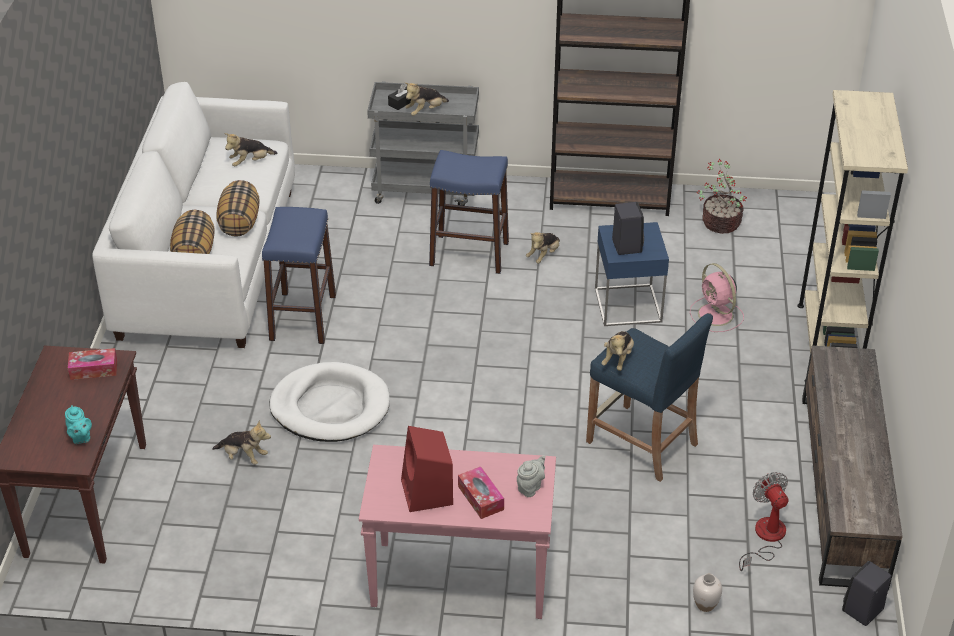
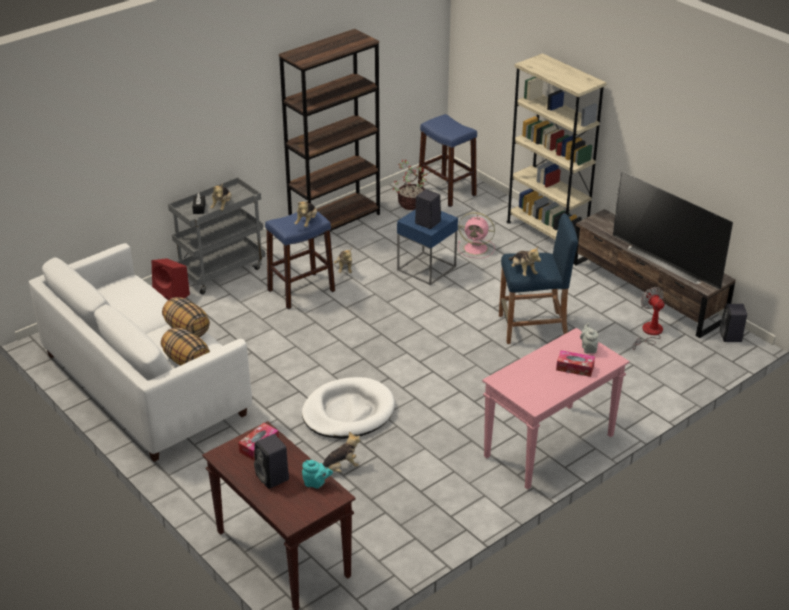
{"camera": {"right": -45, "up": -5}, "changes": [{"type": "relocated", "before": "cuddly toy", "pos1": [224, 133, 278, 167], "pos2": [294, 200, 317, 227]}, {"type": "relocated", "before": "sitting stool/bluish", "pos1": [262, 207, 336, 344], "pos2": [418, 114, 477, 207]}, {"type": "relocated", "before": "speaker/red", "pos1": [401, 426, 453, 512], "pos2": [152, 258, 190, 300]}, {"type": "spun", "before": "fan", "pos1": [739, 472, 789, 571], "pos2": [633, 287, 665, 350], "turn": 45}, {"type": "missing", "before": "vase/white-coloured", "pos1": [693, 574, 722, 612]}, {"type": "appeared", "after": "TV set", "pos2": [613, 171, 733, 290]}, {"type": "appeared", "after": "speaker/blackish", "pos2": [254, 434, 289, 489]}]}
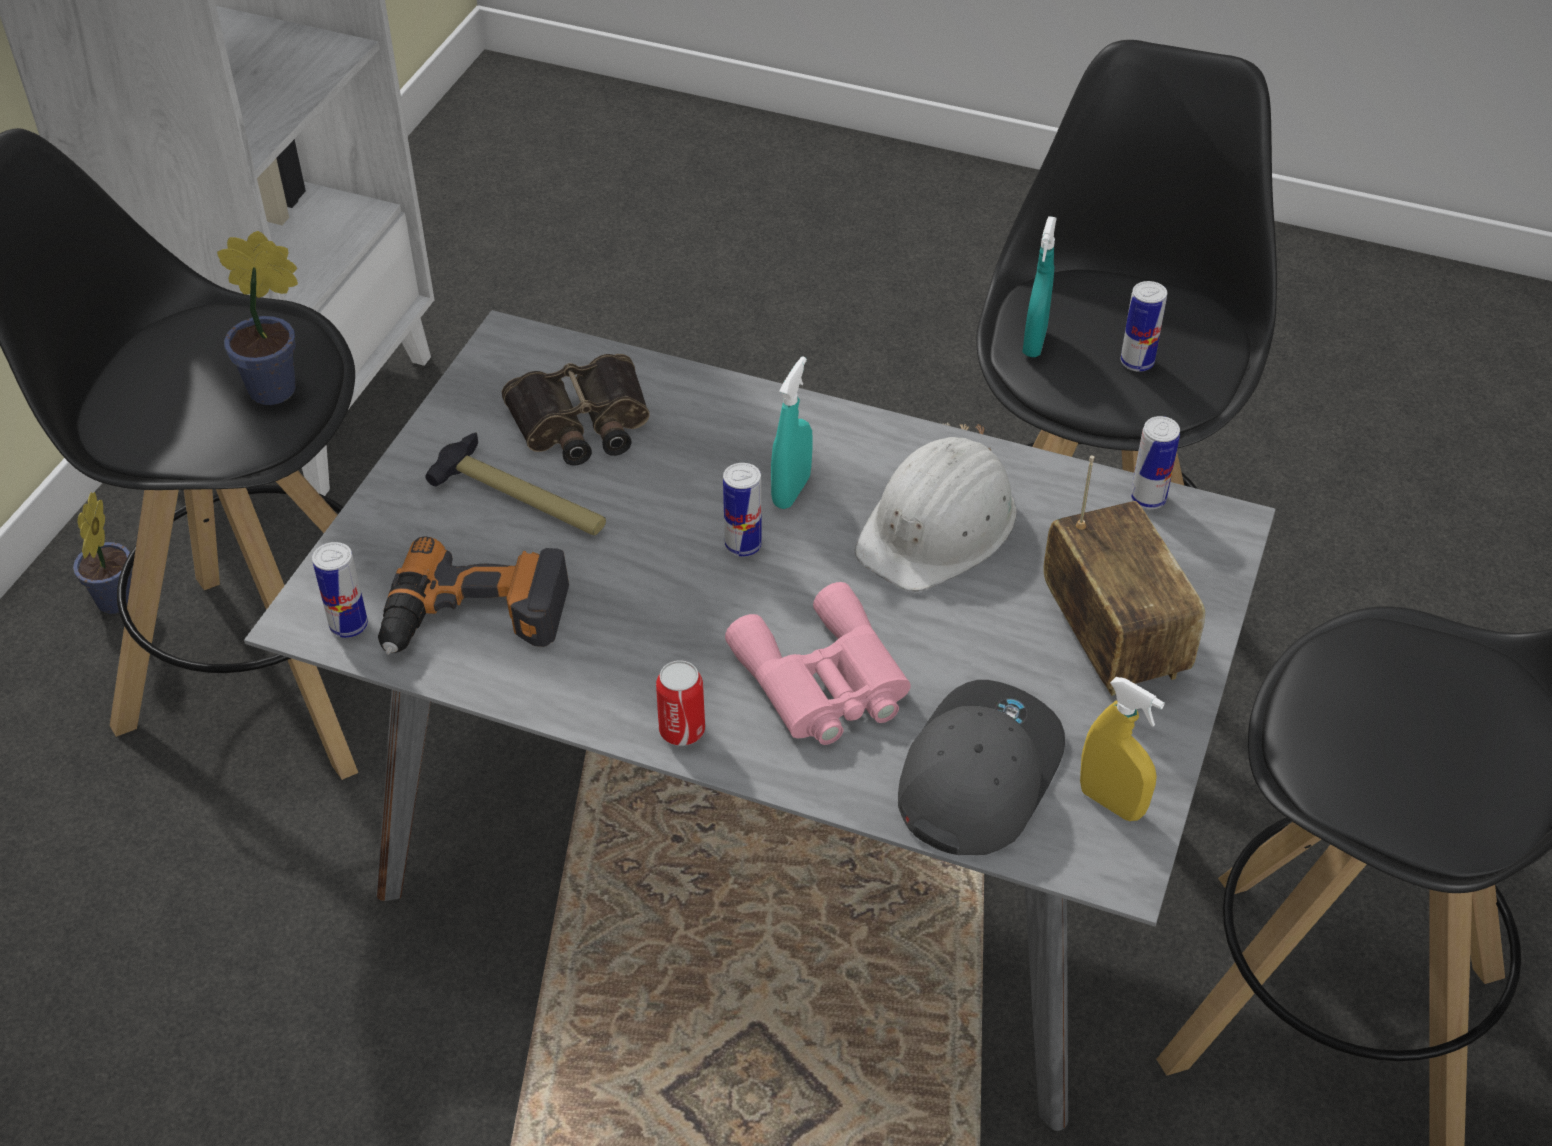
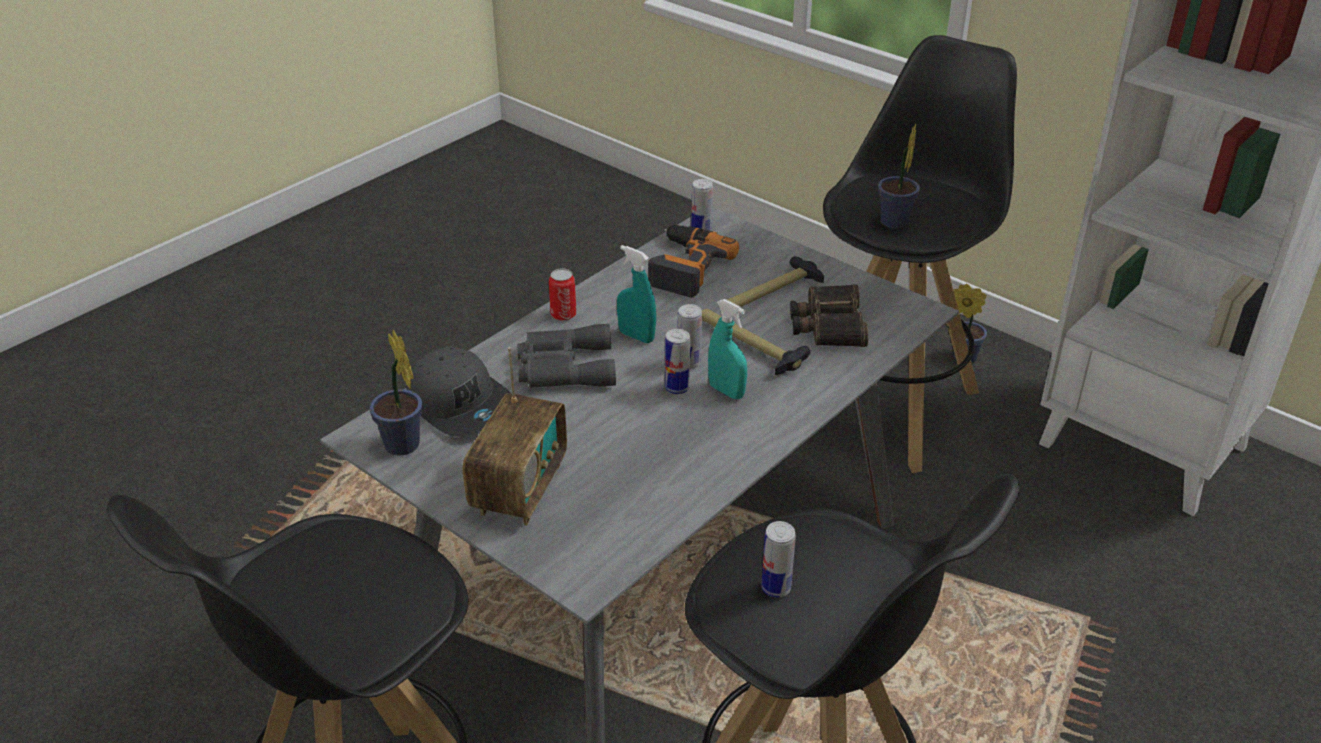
{"camera": {"right": 110, "up": -10}, "changes": [{"type": "relocated", "before": "sprayer/turquoise", "pos1": [1023, 216, 1057, 357], "pos2": [617, 245, 656, 343]}, {"type": "relocated", "before": "sealed can", "pos1": [1130, 416, 1180, 509], "pos2": [665, 329, 690, 394]}, {"type": "missing", "before": "hard hat/white-coloured", "pos1": [854, 437, 1017, 591]}, {"type": "spun", "before": "radio receiver", "pos1": [1043, 456, 1205, 696], "pos2": [463, 347, 567, 526], "turn": -75}, {"type": "colour", "before": "binoculars/pink-coloured", "after": "binoculars/greyish", "pos1": [725, 582, 911, 745], "pos2": [517, 324, 616, 388]}, {"type": "exchanged", "before": "sprayer/yellow-coloured", "after": "potted plant", "pos1": [1080, 677, 1165, 821], "pos2": [370, 330, 423, 455]}, {"type": "appeared", "after": "hammer", "pos2": [702, 308, 810, 375]}]}
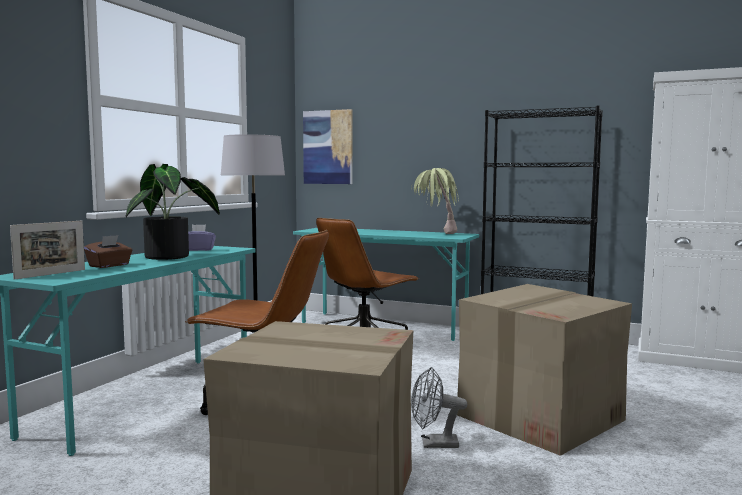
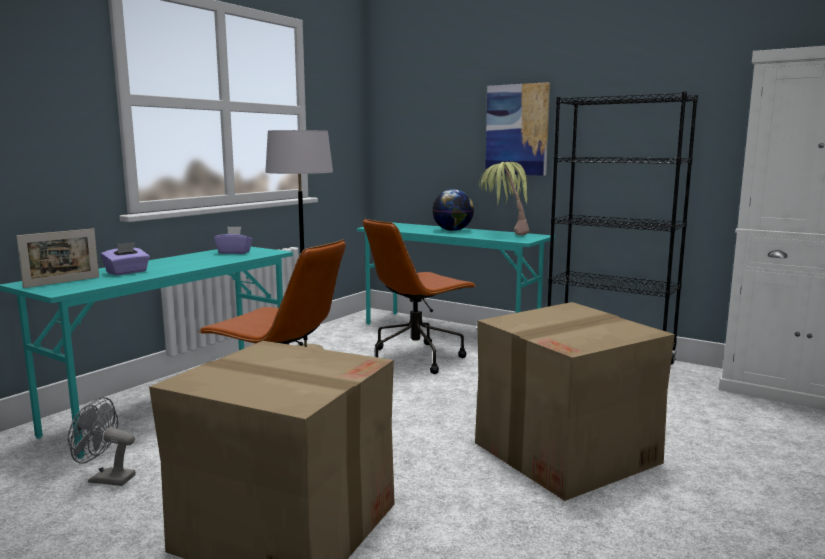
{"camera": {"right": 10, "up": 5}, "changes": [{"type": "relocated", "before": "wall picture", "pos1": [303, 109, 353, 184], "pos2": [485, 82, 550, 176]}, {"type": "missing", "before": "potted plant", "pos1": [126, 164, 220, 260]}, {"type": "colour", "before": "tissue box/brownish", "after": "tissue box/purplish", "pos1": [84, 235, 133, 268], "pos2": [101, 242, 150, 275]}, {"type": "relocated", "before": "fan/greyish", "pos1": [411, 367, 467, 448], "pos2": [68, 397, 136, 486]}, {"type": "appeared", "after": "world globe", "pos2": [432, 189, 474, 231]}]}
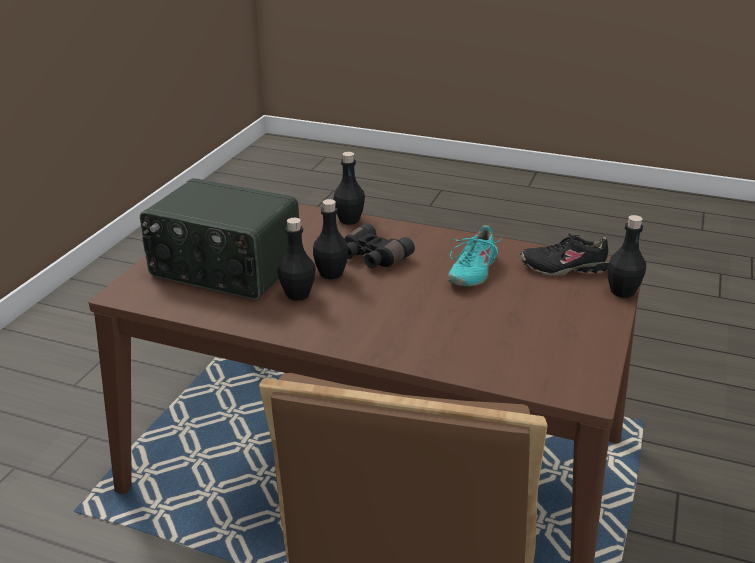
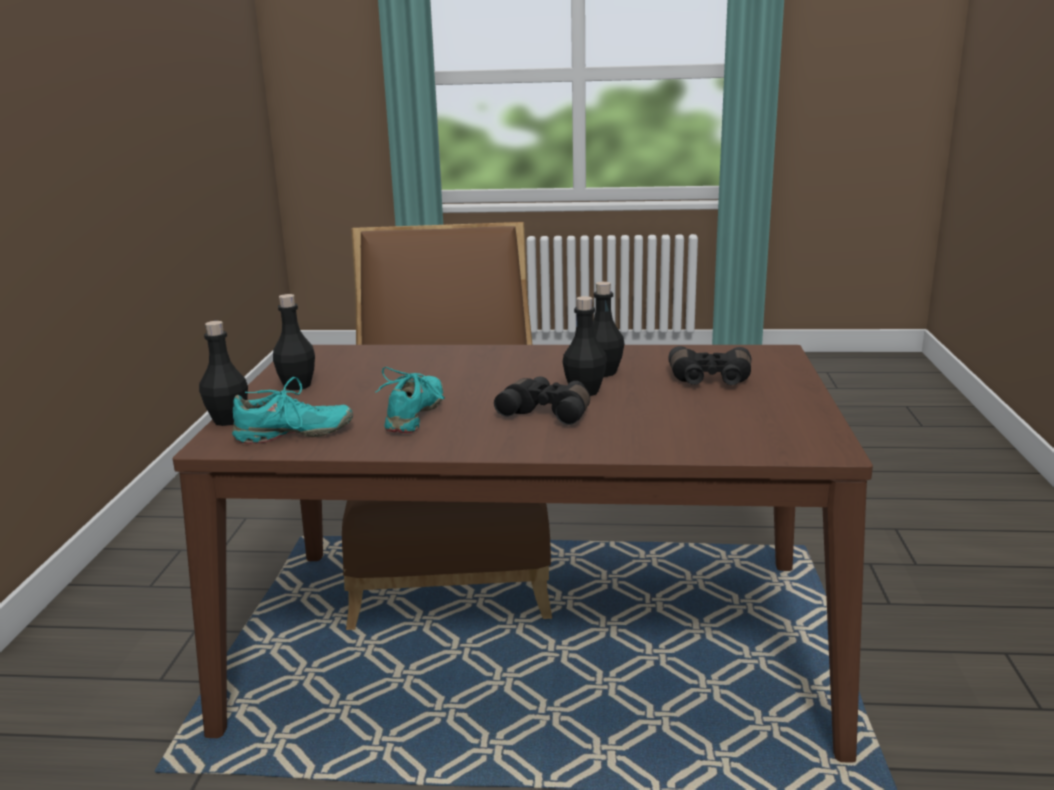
{"camera": {"right": 165, "up": -10}, "changes": [{"type": "relocated", "before": "bottle/blackish", "pos1": [333, 152, 365, 225], "pos2": [273, 294, 315, 390]}, {"type": "exchanged", "before": "radio receiver", "after": "binoculars/blackish", "pos1": [140, 178, 299, 300], "pos2": [669, 346, 751, 385]}, {"type": "colour", "before": "low shoe/blackish", "after": "low shoe/turquoise", "pos1": [520, 233, 609, 276], "pos2": [232, 377, 353, 444]}]}
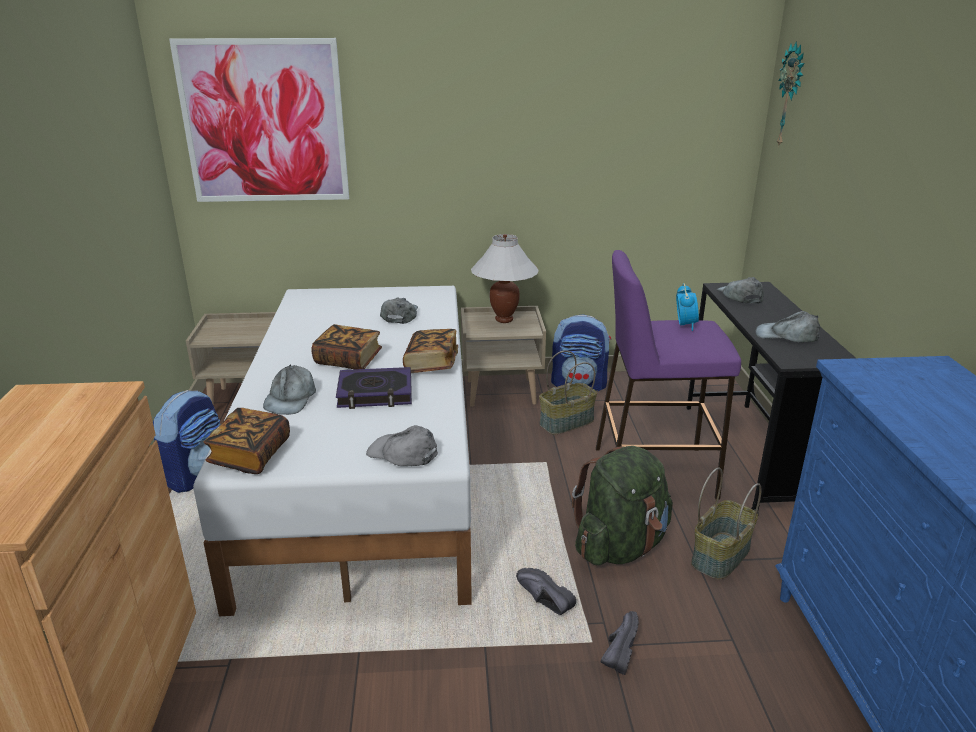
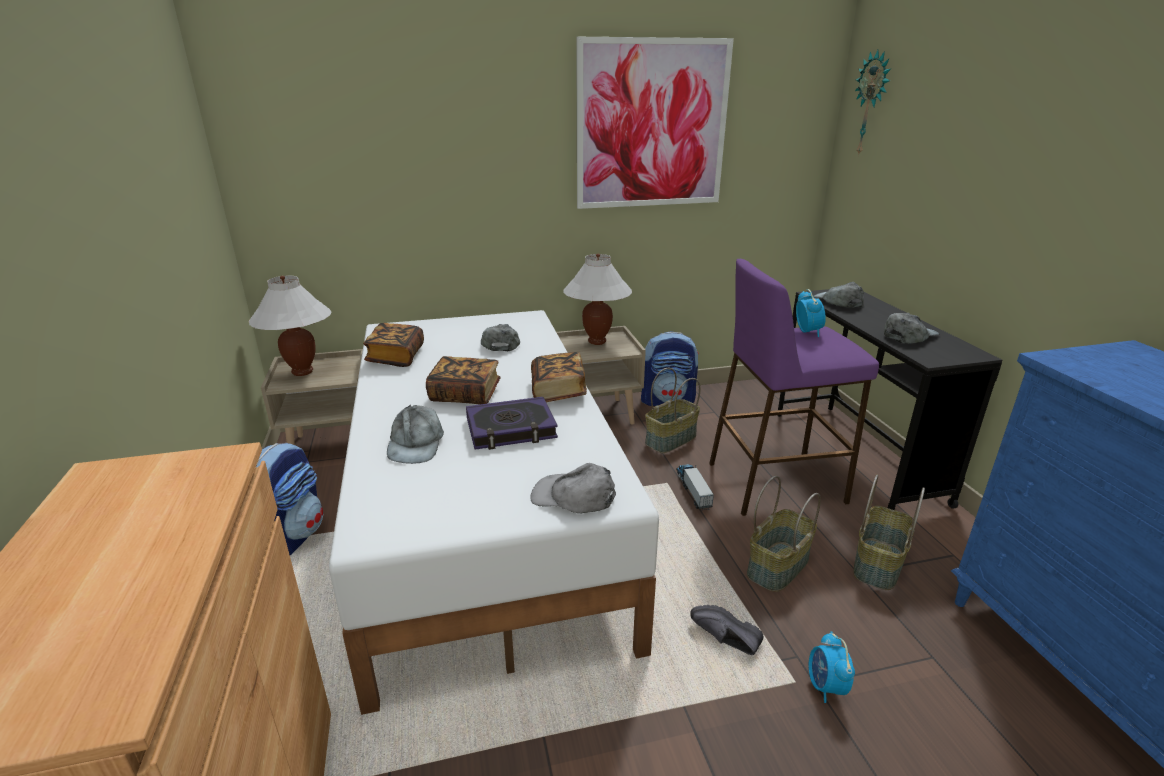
{"camera": {"right": -10, "up": 0}, "changes": [{"type": "relocated", "before": "wall picture", "pos1": [169, 38, 349, 202], "pos2": [576, 37, 734, 209]}, {"type": "spun", "before": "peaked cap/greyish", "pos1": [755, 311, 820, 343], "pos2": [884, 313, 939, 344], "turn": 135}, {"type": "relocated", "before": "volume", "pos1": [204, 408, 290, 474], "pos2": [363, 323, 424, 367]}, {"type": "exchanged", "before": "backpack/green", "after": "basket", "pos1": [572, 446, 673, 566], "pos2": [747, 476, 821, 592]}, {"type": "exchanged", "before": "low shoe/blackish", "after": "alarm clock", "pos1": [601, 611, 639, 675], "pos2": [809, 631, 855, 703]}, {"type": "appeared", "after": "lamp for a table/white-coloured", "pos2": [248, 276, 331, 376]}, {"type": "appeared", "after": "model truck", "pos2": [676, 464, 714, 510]}]}
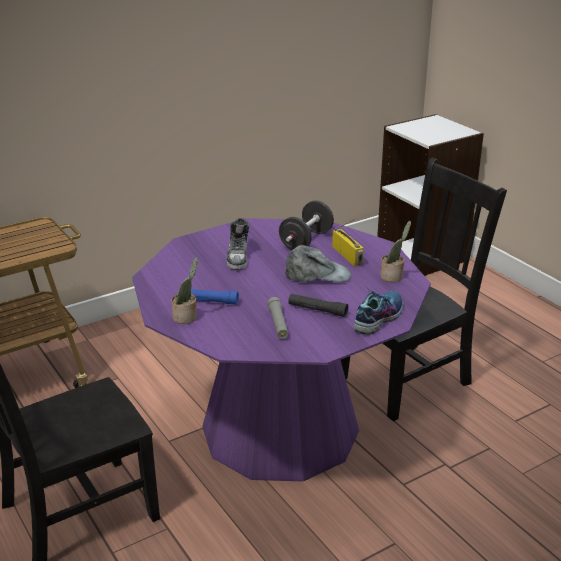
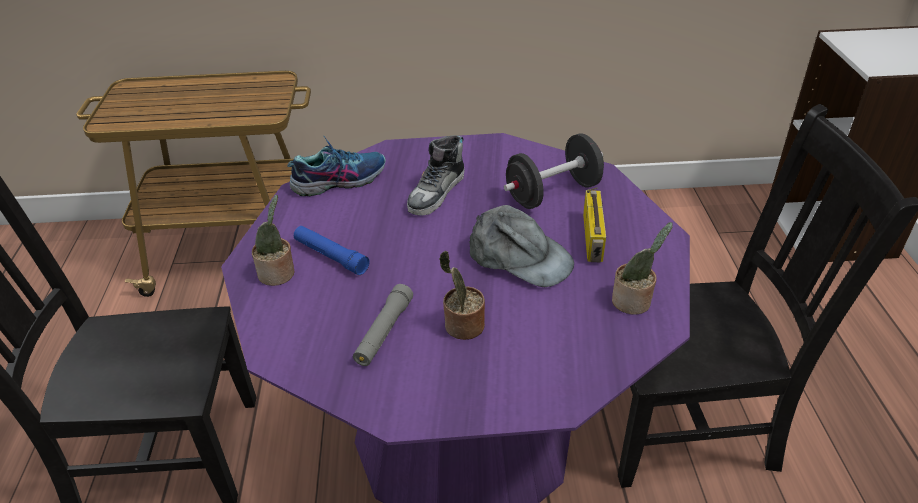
{"camera": {"right": 30, "up": 10}, "changes": [{"type": "relocated", "before": "low shoe", "pos1": [354, 288, 403, 335], "pos2": [287, 135, 386, 196]}, {"type": "exchanged", "before": "hand torch/blackish", "after": "potted plant", "pos1": [288, 294, 348, 317], "pos2": [439, 251, 485, 340]}]}
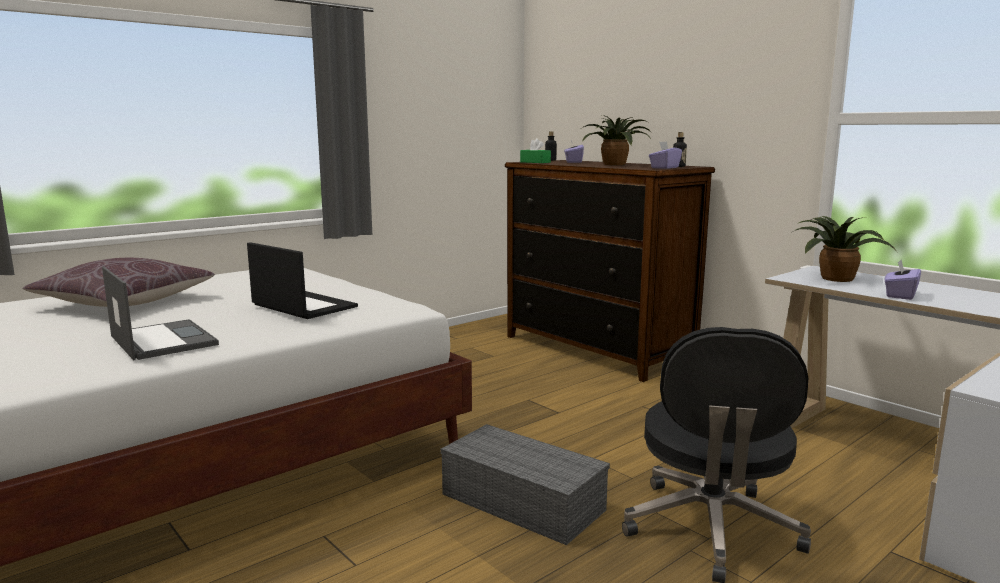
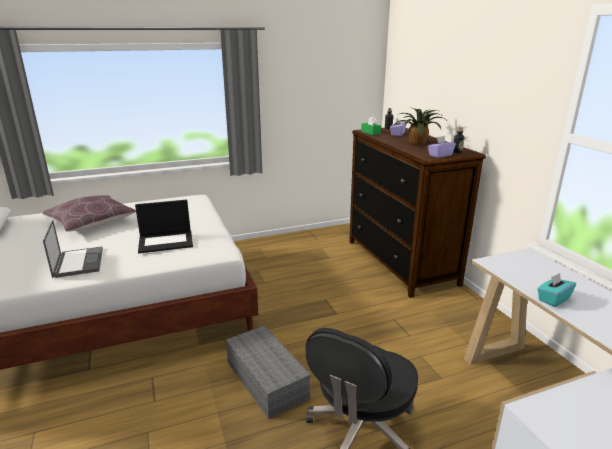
{"camera": {"right": 20, "up": 10}, "changes": [{"type": "missing", "before": "potted plant", "pos1": [791, 216, 897, 282]}, {"type": "spun", "before": "portable computer", "pos1": [247, 242, 358, 319], "pos2": [135, 200, 193, 253], "turn": 105}, {"type": "colour", "before": "tissue box/purplish", "after": "tissue box/turquoise", "pos1": [885, 259, 921, 300], "pos2": [537, 273, 576, 307]}]}
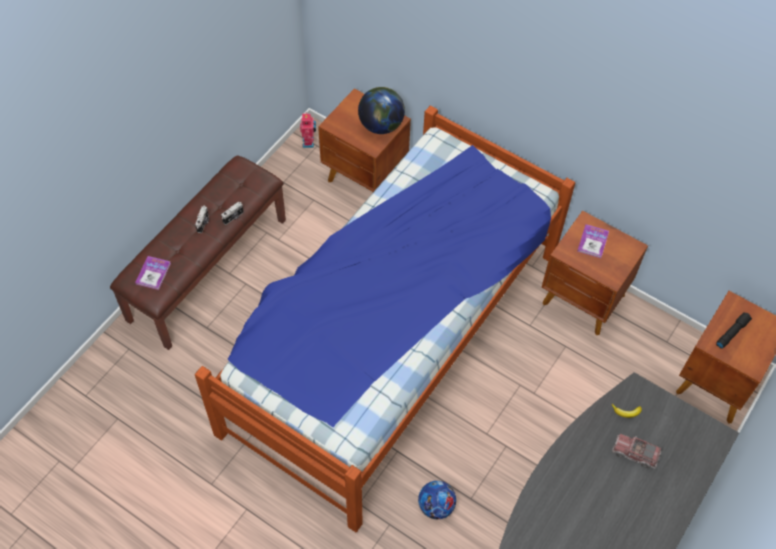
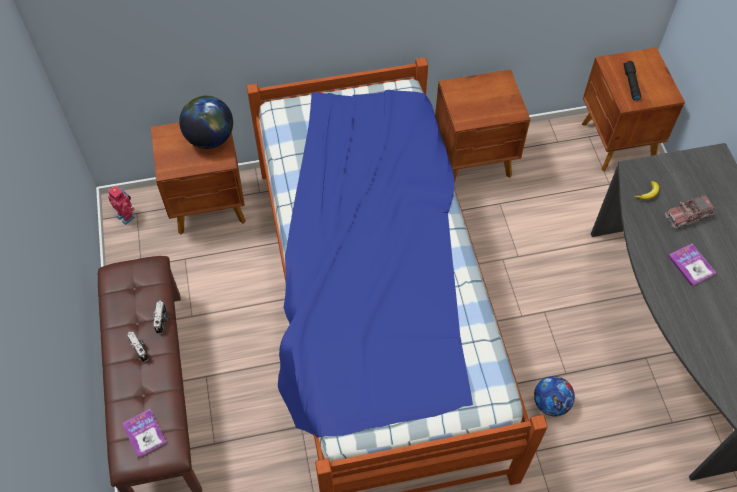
{"camera": {"right": -45, "up": 0}, "changes": [{"type": "relocated", "before": "volume", "pos1": [577, 224, 609, 258], "pos2": [668, 244, 716, 286]}]}
